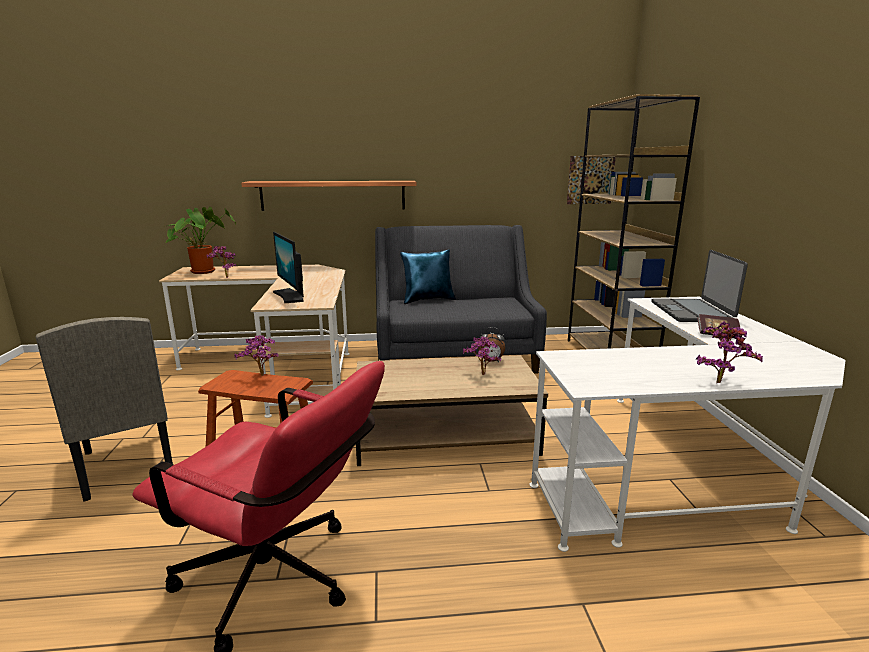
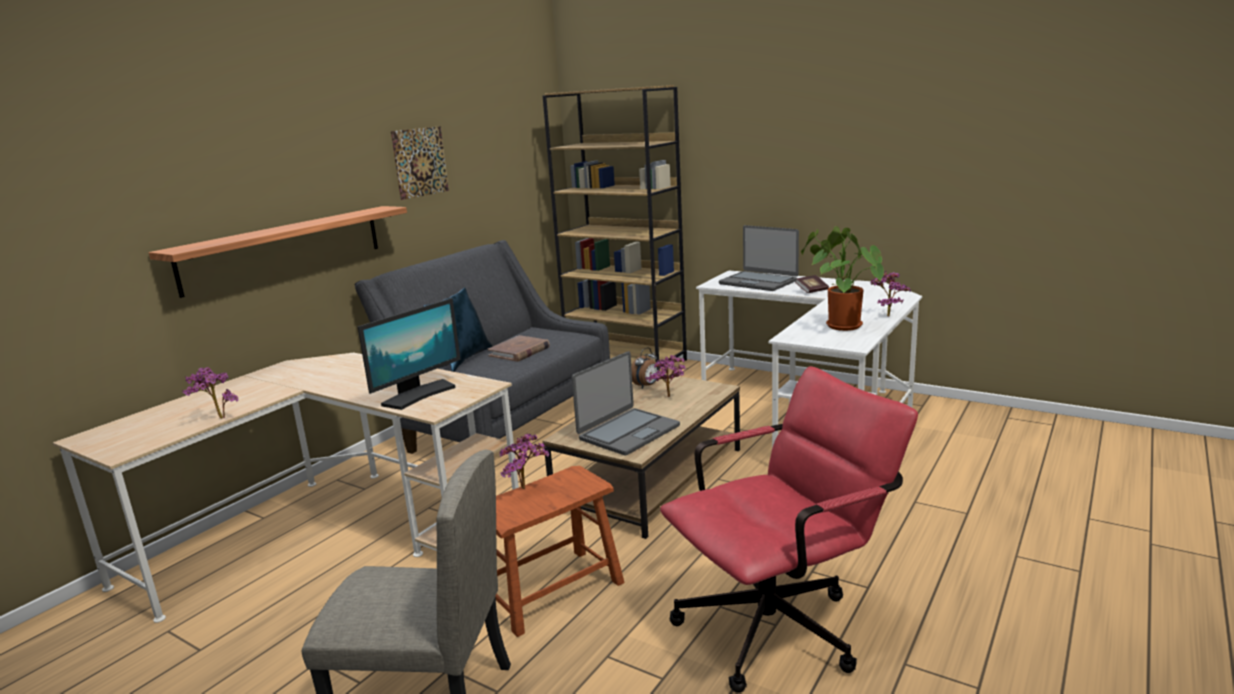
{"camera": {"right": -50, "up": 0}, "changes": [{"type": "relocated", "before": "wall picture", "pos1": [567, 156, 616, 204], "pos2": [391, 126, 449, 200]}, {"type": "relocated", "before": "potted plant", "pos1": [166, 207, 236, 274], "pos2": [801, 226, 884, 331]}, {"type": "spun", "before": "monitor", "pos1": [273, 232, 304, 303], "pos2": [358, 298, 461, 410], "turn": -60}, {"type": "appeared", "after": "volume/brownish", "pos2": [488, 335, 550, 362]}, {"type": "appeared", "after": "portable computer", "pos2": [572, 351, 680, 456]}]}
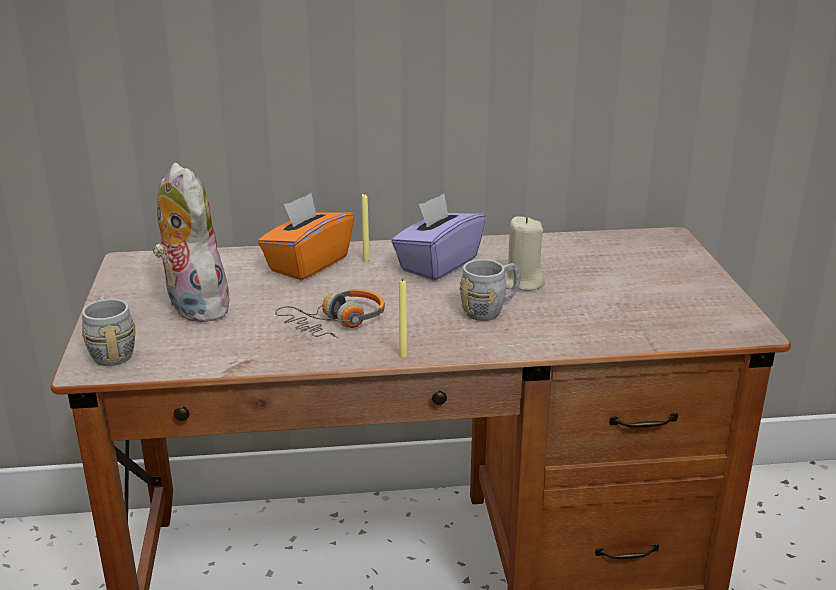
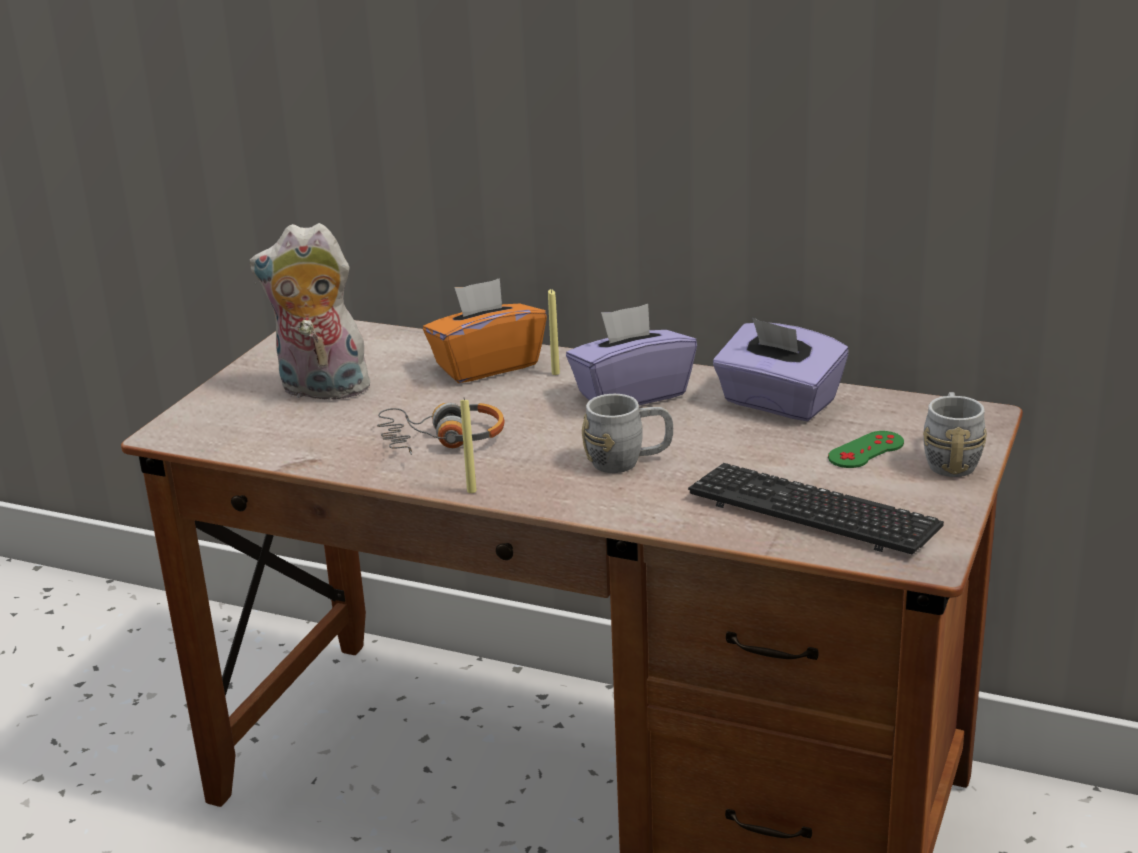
{"camera": {"right": 30, "up": 0}, "changes": [{"type": "spun", "before": "cuddly toy", "pos1": [153, 163, 234, 323], "pos2": [249, 223, 377, 399], "turn": -75}, {"type": "missing", "before": "wax candle/beige-coloured", "pos1": [505, 216, 545, 291]}, {"type": "relocated", "before": "mug/greyish", "pos1": [82, 297, 135, 366], "pos2": [923, 392, 987, 477]}, {"type": "appeared", "after": "tissue box/purplish", "pos2": [713, 317, 849, 421]}, {"type": "appeared", "after": "joypad/green", "pos2": [828, 431, 904, 468]}, {"type": "appeared", "after": "computer keyboard", "pos2": [688, 463, 944, 555]}]}
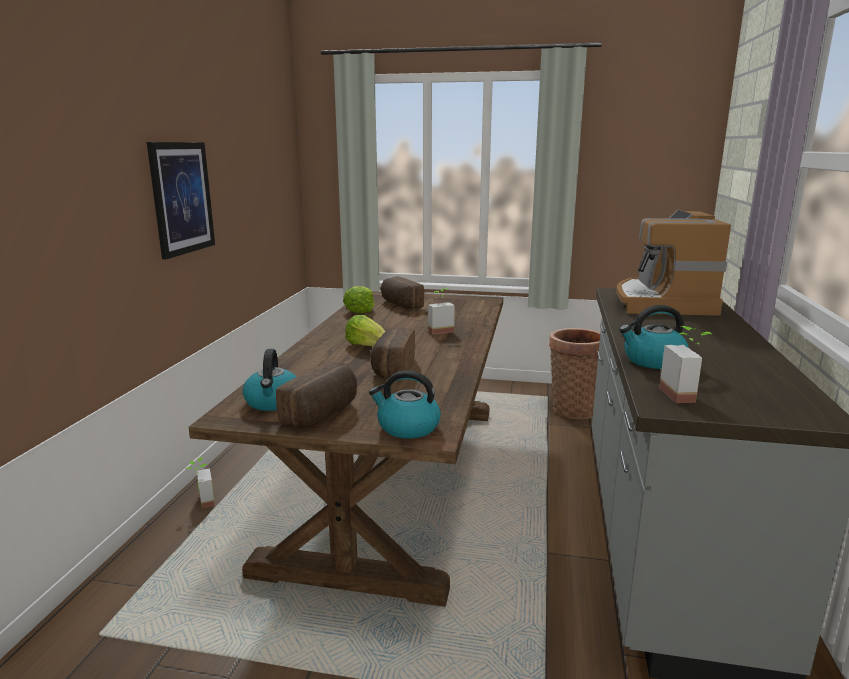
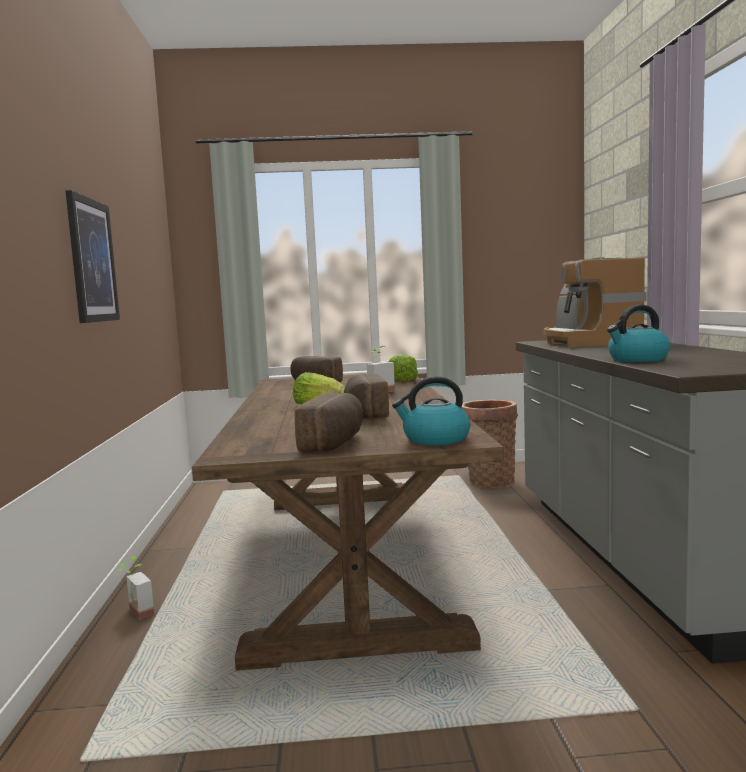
{"camera": {"right": -15, "up": -10}, "changes": [{"type": "relocated", "before": "lettuce head", "pos1": [343, 286, 375, 313], "pos2": [389, 354, 418, 381]}, {"type": "missing", "before": "potted plant", "pos1": [659, 326, 712, 403]}, {"type": "missing", "before": "tea kettle", "pos1": [243, 349, 297, 411]}]}
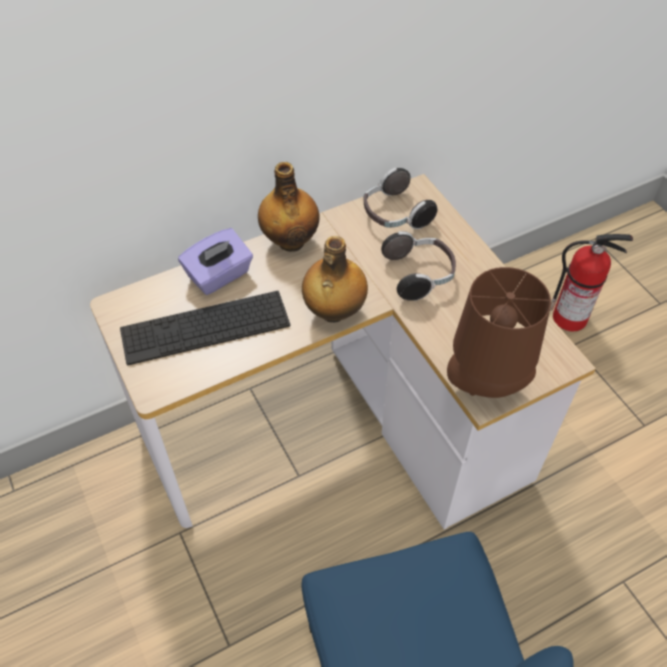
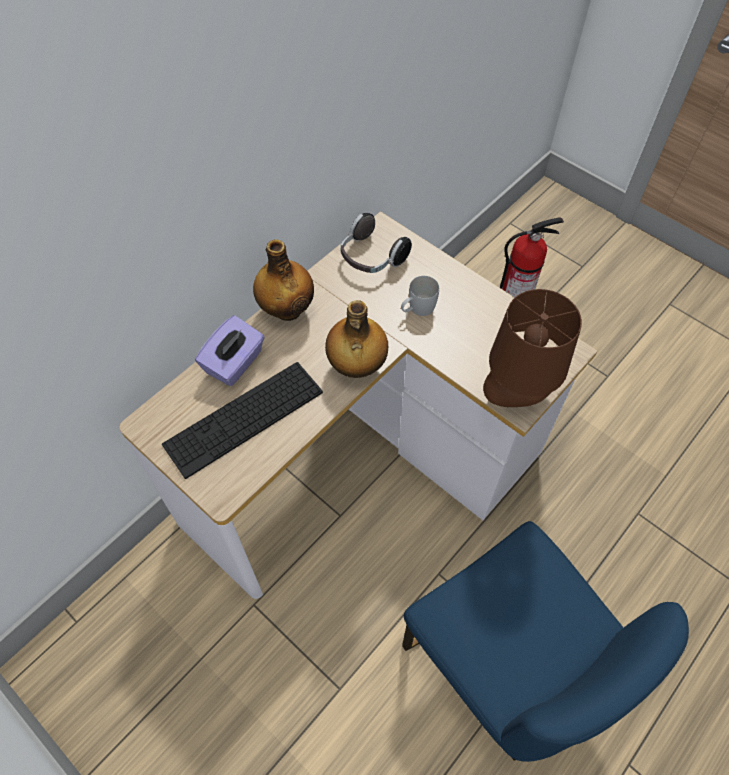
{"camera": {"right": -20, "up": 5}, "changes": [{"type": "exchanged", "before": "headphones", "after": "mug/white-coloured", "pos1": [381, 231, 456, 301], "pos2": [401, 276, 439, 316]}]}
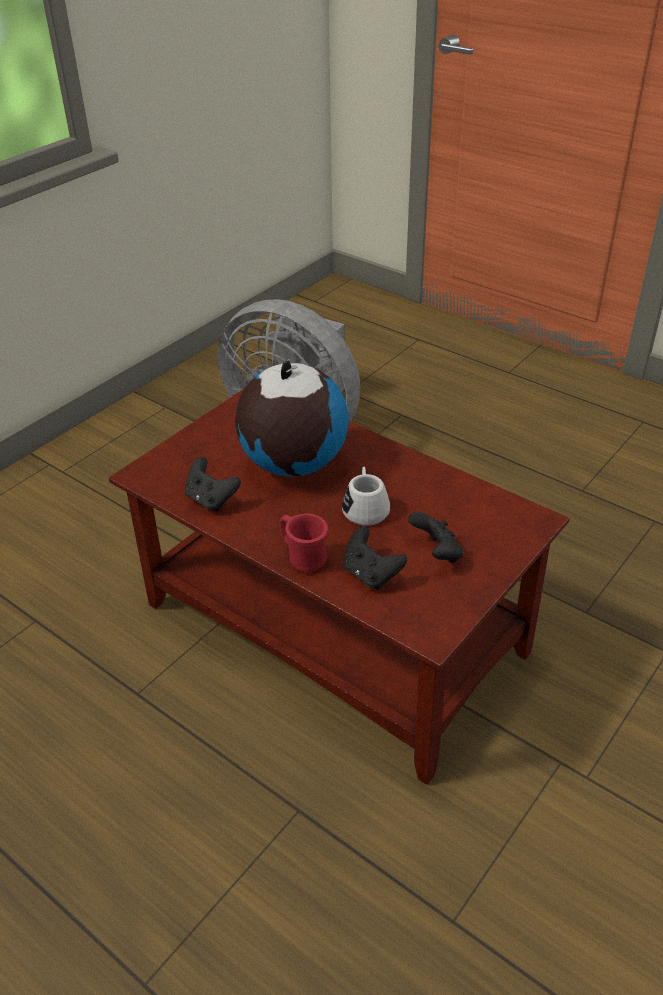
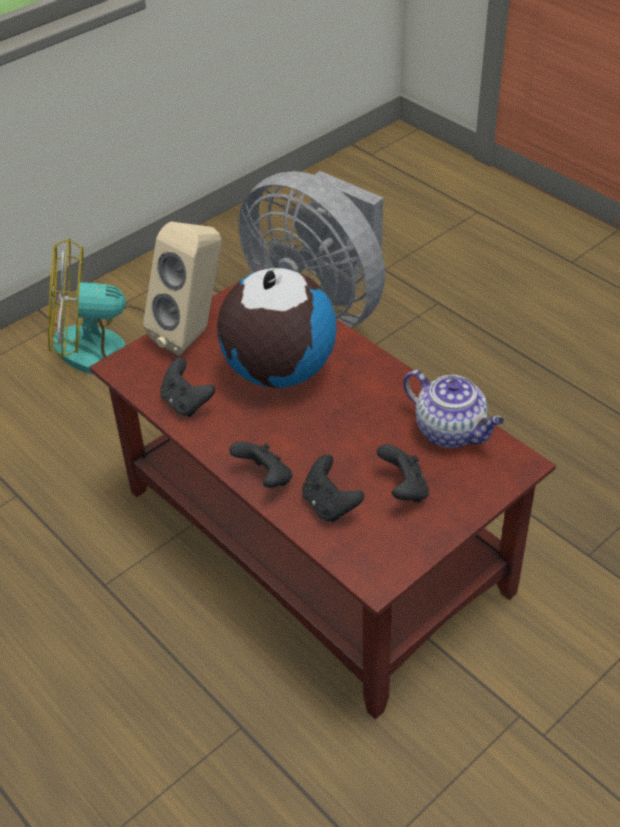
{"camera": {"right": 10, "up": 5}, "changes": [{"type": "missing", "before": "mug/white-coloured", "pos1": [342, 466, 390, 526]}, {"type": "exchanged", "before": "mug/red", "after": "joypad/blackish", "pos1": [279, 514, 328, 573], "pos2": [229, 442, 293, 488]}, {"type": "appeared", "after": "speaker/beige-coloured", "pos2": [143, 221, 221, 355]}, {"type": "appeared", "after": "fan", "pos2": [48, 238, 145, 374]}, {"type": "appeared", "after": "teapot", "pos2": [403, 370, 504, 448]}]}
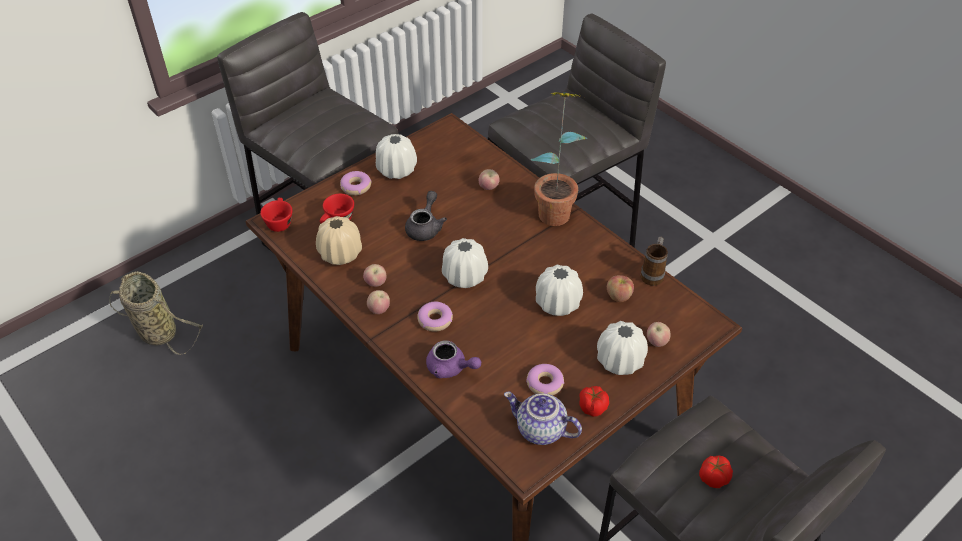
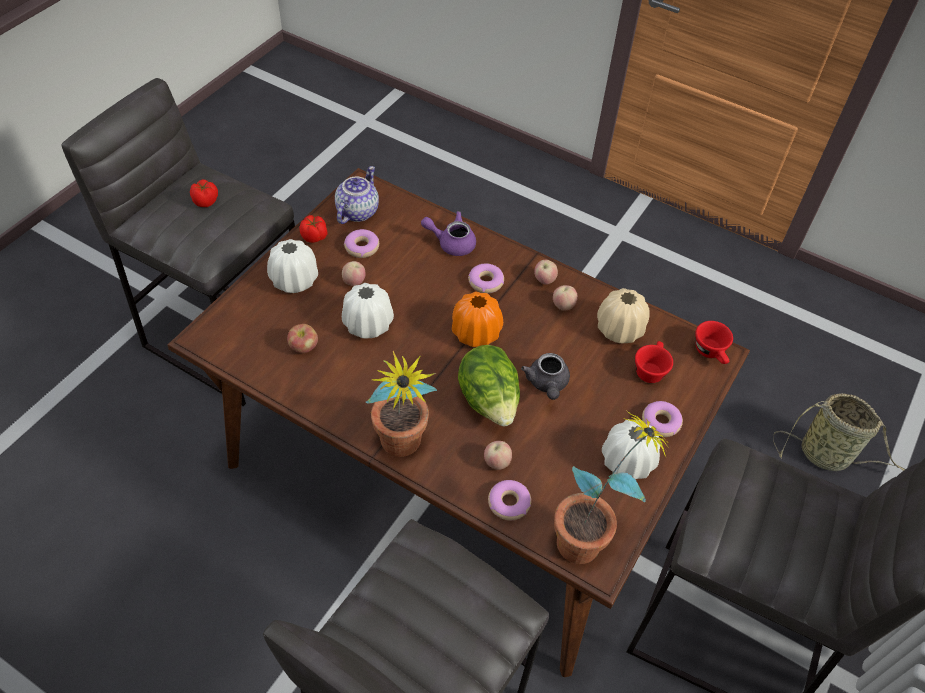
{"camera": {"right": 160, "up": 5}, "changes": [{"type": "missing", "before": "mug", "pos1": [640, 237, 668, 286]}, {"type": "colour", "before": "vase/white-coloured", "after": "vase/orange-coloured", "pos1": [442, 238, 488, 288], "pos2": [452, 291, 503, 347]}, {"type": "relocated", "before": "whole apple", "pos1": [647, 322, 671, 347], "pos2": [342, 261, 366, 286]}, {"type": "spun", "before": "teapot", "pos1": [504, 392, 582, 445], "pos2": [335, 166, 379, 224], "turn": -75}, {"type": "appeared", "after": "lettuce head", "pos2": [458, 345, 520, 426]}, {"type": "appeared", "after": "potted plant", "pos2": [554, 409, 669, 564]}, {"type": "appeared", "after": "ring doughnut", "pos2": [488, 480, 531, 520]}]}
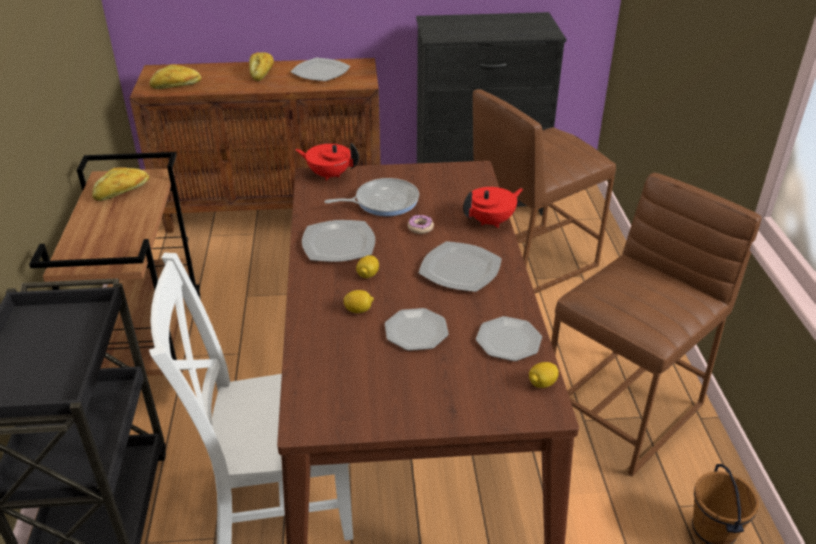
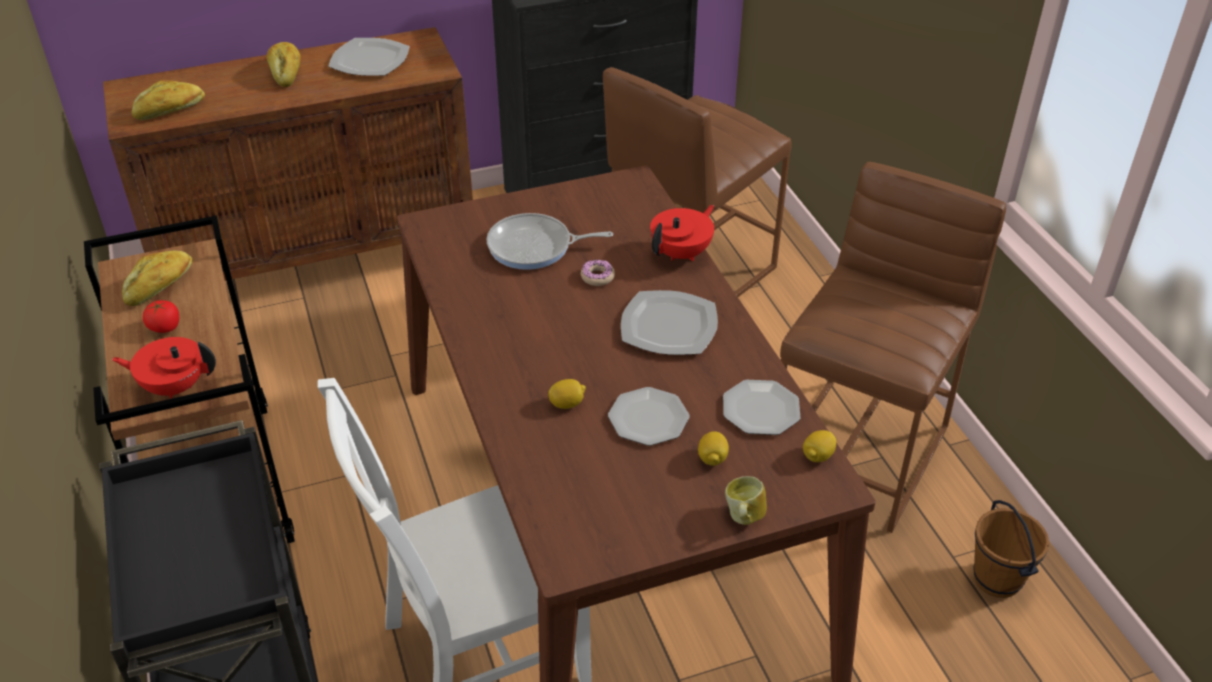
{"camera": {"right": -15, "up": 5}, "changes": [{"type": "relocated", "before": "teapot/red", "pos1": [295, 143, 359, 181], "pos2": [112, 337, 216, 398]}, {"type": "spun", "before": "skillet", "pos1": [324, 178, 419, 216], "pos2": [487, 213, 613, 270], "turn": -150}, {"type": "missing", "before": "plate", "pos1": [302, 220, 375, 262]}, {"type": "relocated", "before": "lemon", "pos1": [356, 255, 379, 278], "pos2": [698, 431, 729, 466]}, {"type": "appeared", "after": "whole tomato", "pos2": [143, 300, 179, 333]}, {"type": "appeared", "after": "mug", "pos2": [725, 476, 767, 525]}]}
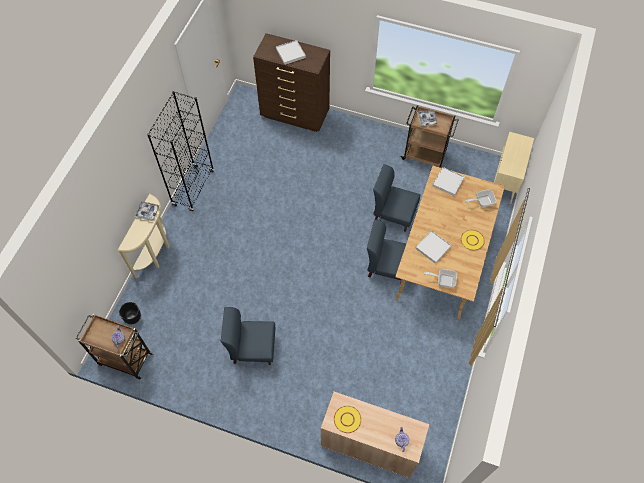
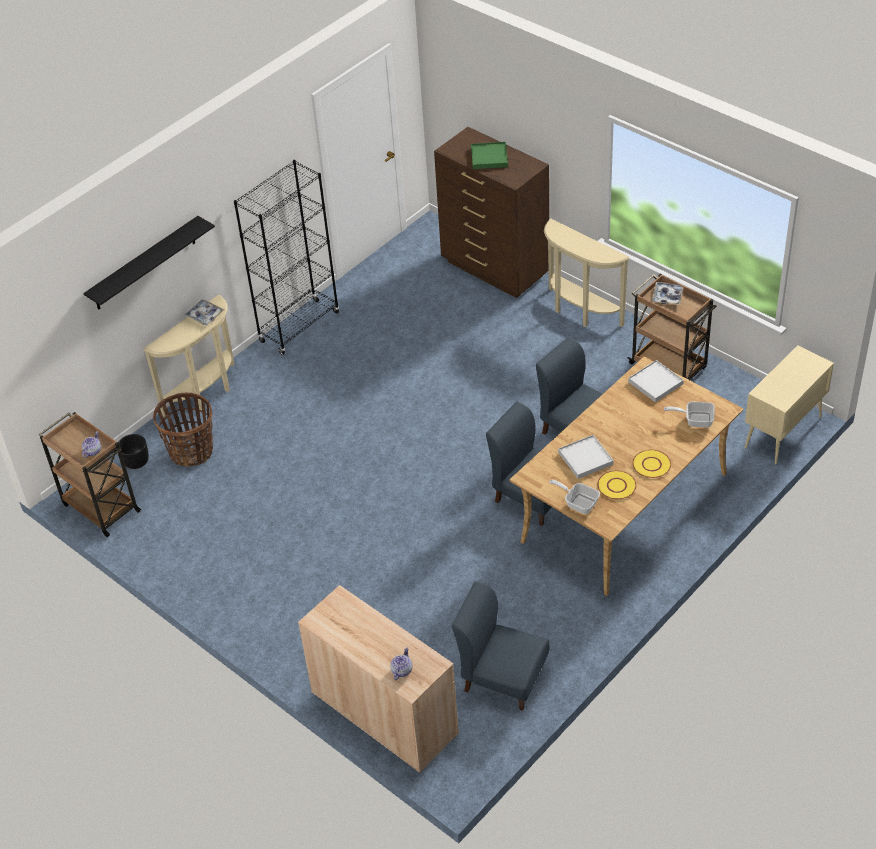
{"camera": {"right": 25, "up": -15}, "changes": [{"type": "colour", "before": "serving tray/white-coloured", "after": "serving tray/green", "pos1": [276, 40, 306, 65], "pos2": [471, 142, 508, 169]}, {"type": "relocated", "before": "plain chair/bluish", "pos1": [221, 307, 275, 365], "pos2": [452, 581, 550, 711]}, {"type": "relocated", "before": "plate/yellow-coloured", "pos1": [334, 406, 361, 433], "pos2": [597, 470, 636, 499]}, {"type": "appeared", "after": "wall shelf/blackish", "pos2": [83, 216, 215, 310]}, {"type": "appeared", "after": "console table/beige-coloured", "pos2": [544, 219, 630, 328]}, {"type": "appeared", "after": "basket", "pos2": [153, 393, 213, 467]}]}
